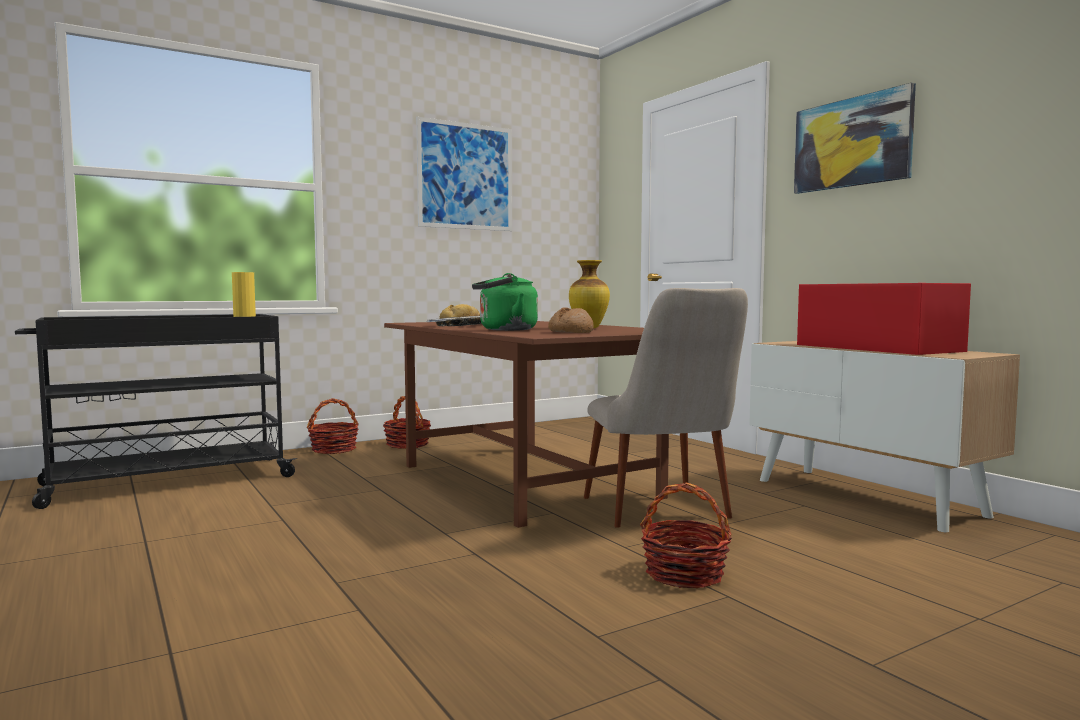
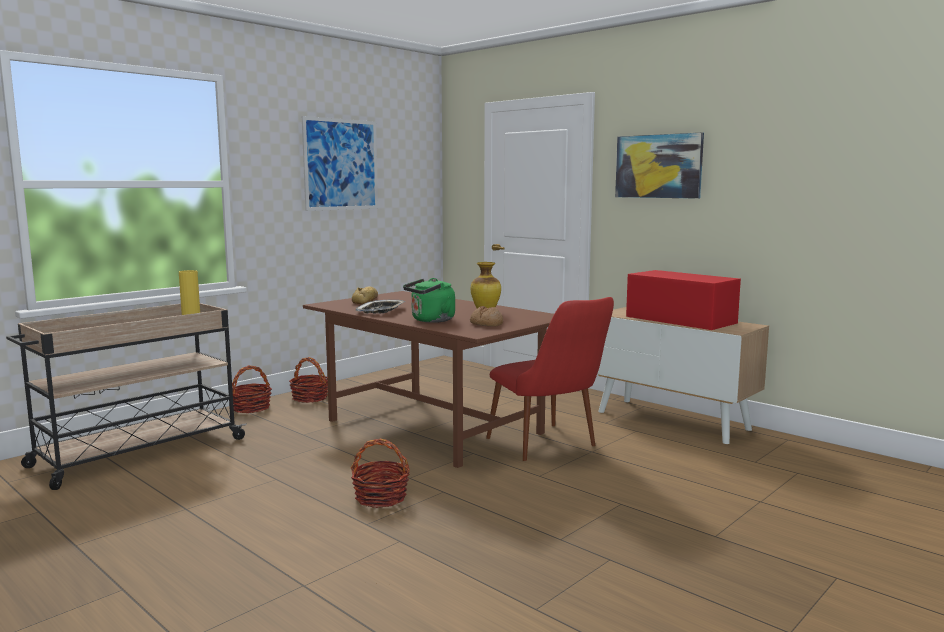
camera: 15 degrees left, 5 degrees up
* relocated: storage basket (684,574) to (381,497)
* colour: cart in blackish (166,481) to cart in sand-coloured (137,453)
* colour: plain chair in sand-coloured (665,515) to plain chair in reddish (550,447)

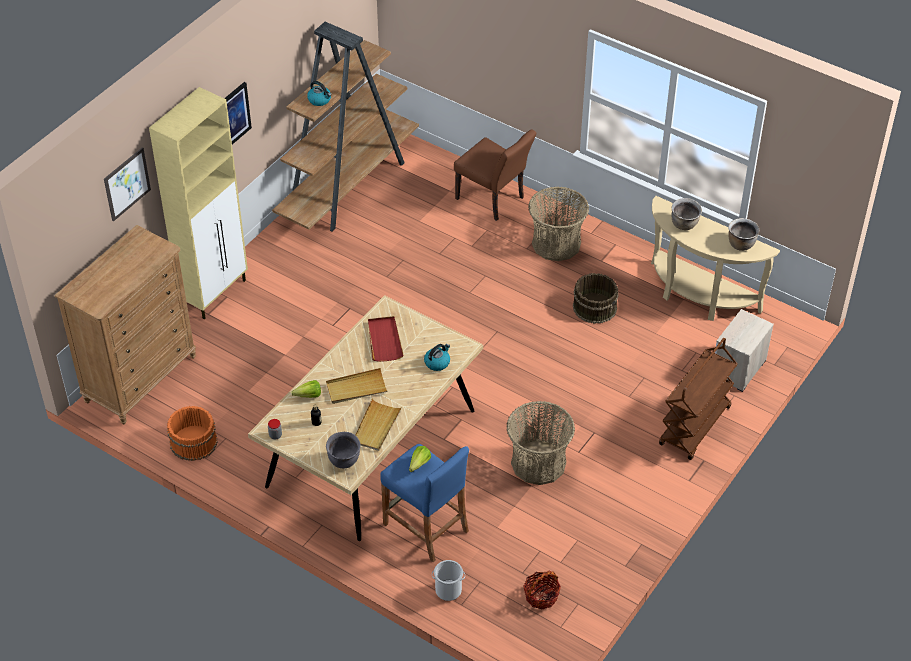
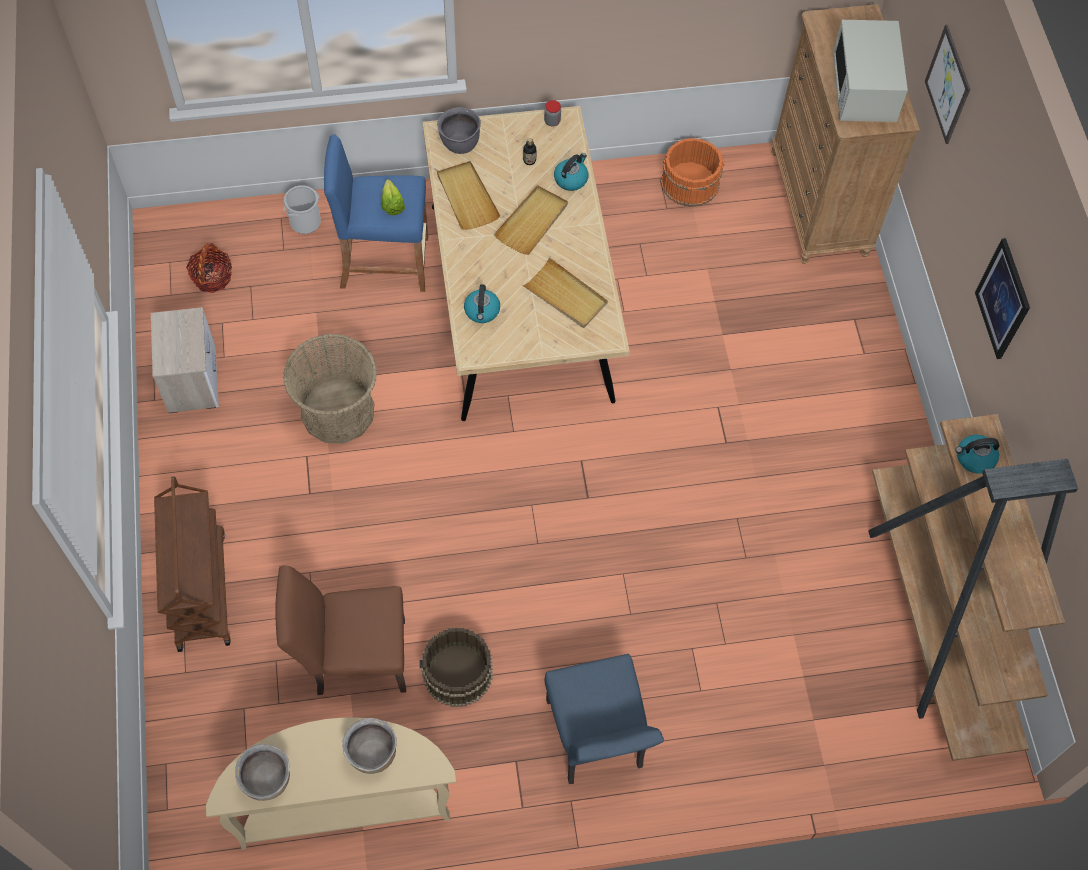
camera: 135 degrees right, 15 degrees up
* missing: cupboard in sand-coloured (215,293)
* appeared: kitchen microwave in white-coloured (863,90)
* relocated: plain chair in brown-coloured (494,200) to (352,657)
* relocated: night table (737,369) to (192,378)
* exchanged: head of lettuce (306,396) to tea kettle (571,179)
* exchanged: storage basket (556,243) to plain chair in bluish (596,742)
* colour: carrying tray in reddish (384,340) to carrying tray in sand-coloured (565,296)

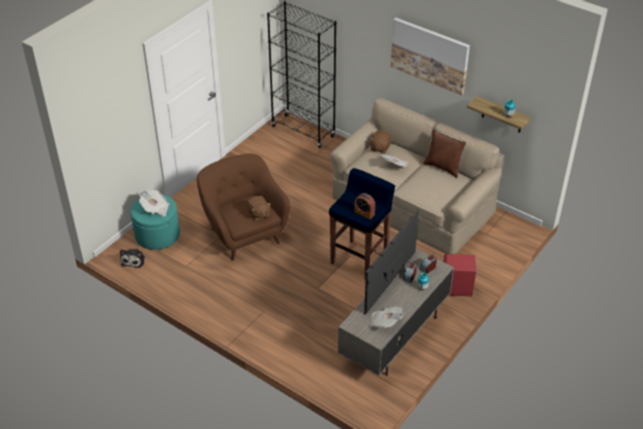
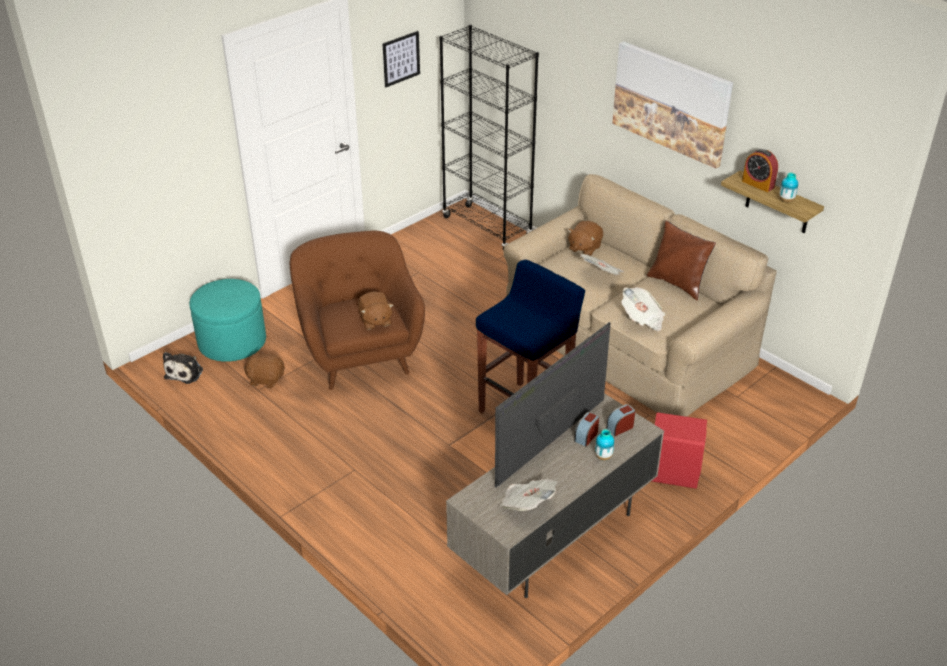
camera: 10 degrees right, 5 degrees down
* appeared: cuddly toy in brown-coloured (266,379)
* appeared: wall picture (401,58)
* relocated: printed paper (155,209) to (642,319)
* relocated: alarm clock (364,213) to (758,184)

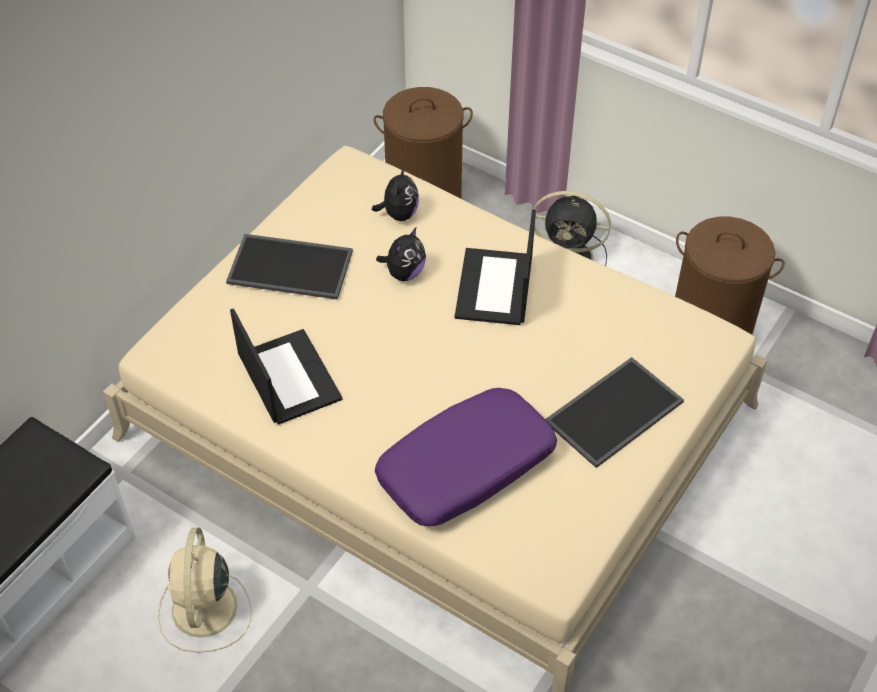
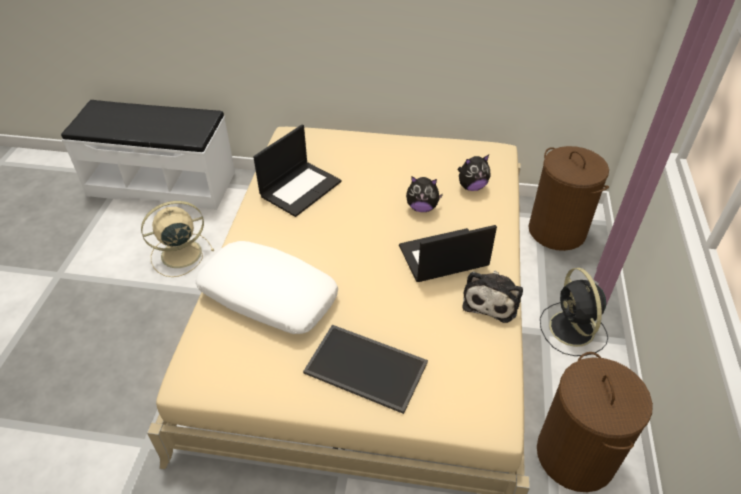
camera: 65 degrees right, 5 degrees down
* missing: carrying tray (292,266)
* appeared: cuddly toy (491,299)
* colour: throw pillow in purplish (466,468) to throw pillow in white-coloured (268,296)

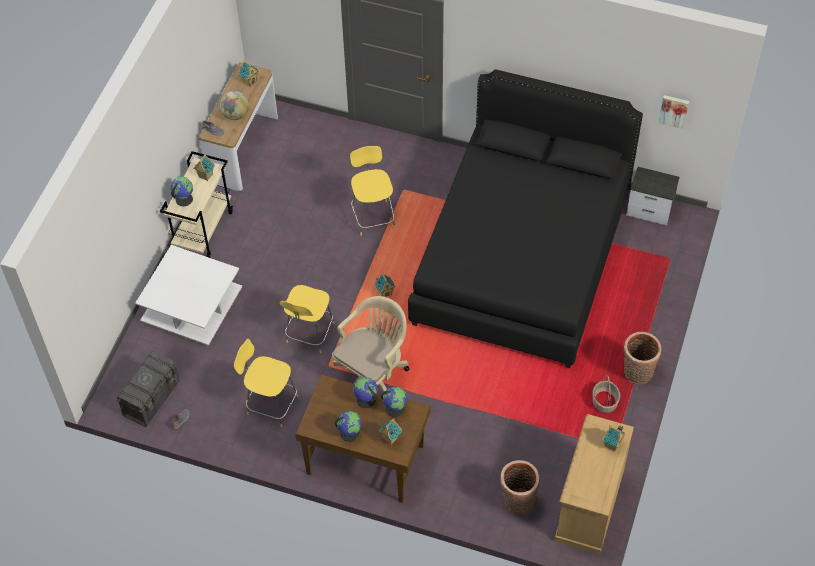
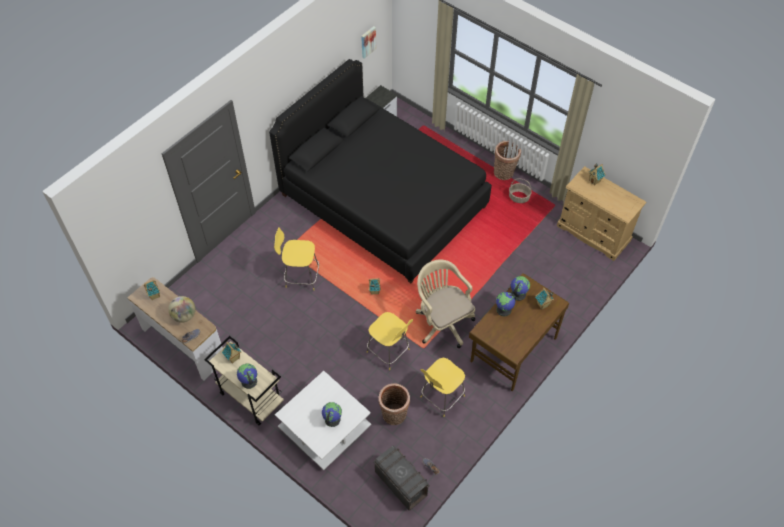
camera: 70 degrees left, 0 degrees up
* relocated: world globe (350,433) to (332,419)
* relocated: storage basket (517,502) to (394,416)

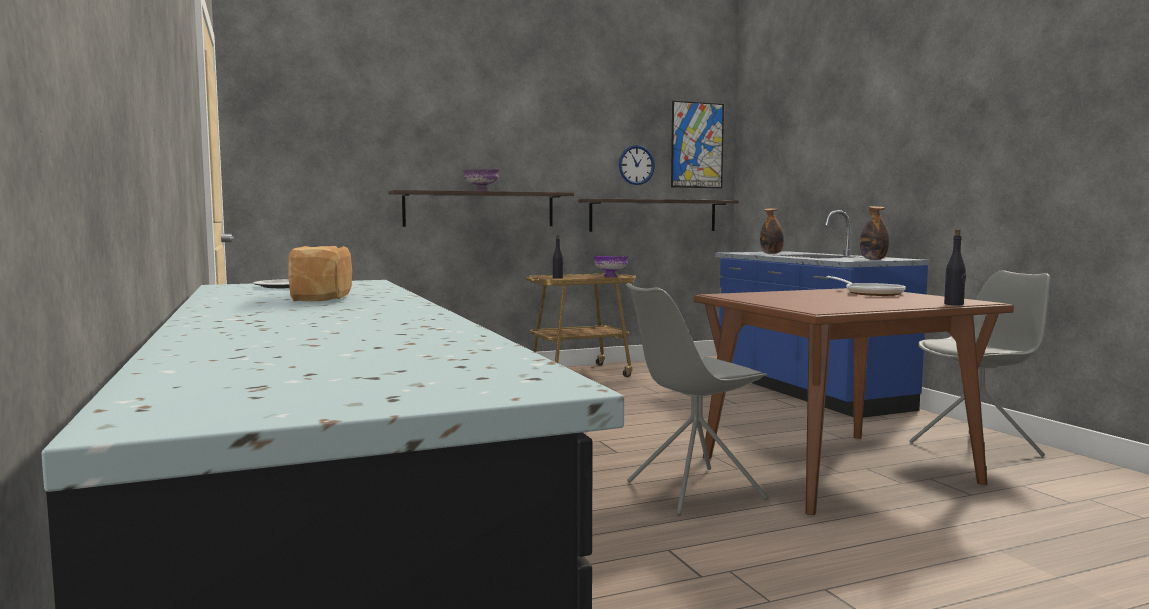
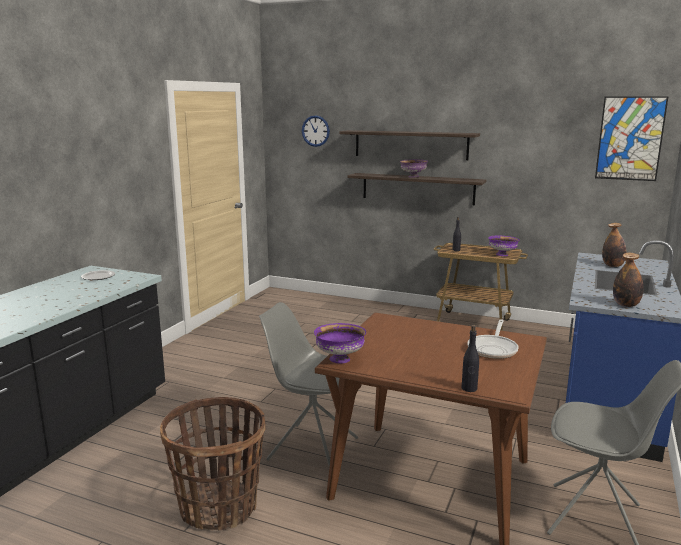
camera: 45 degrees right, 10 degrees up
* missing: baked bread (325,297)
* appeared: storage basket (219,507)
* appeared: bowl in purplish (339,359)
* relocated: shelf (653,215) to (410,144)
* relocated: clock on the wall (636,165) to (315,131)

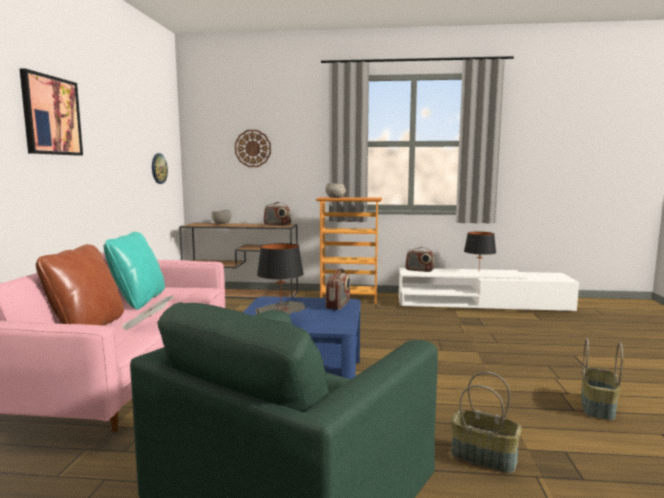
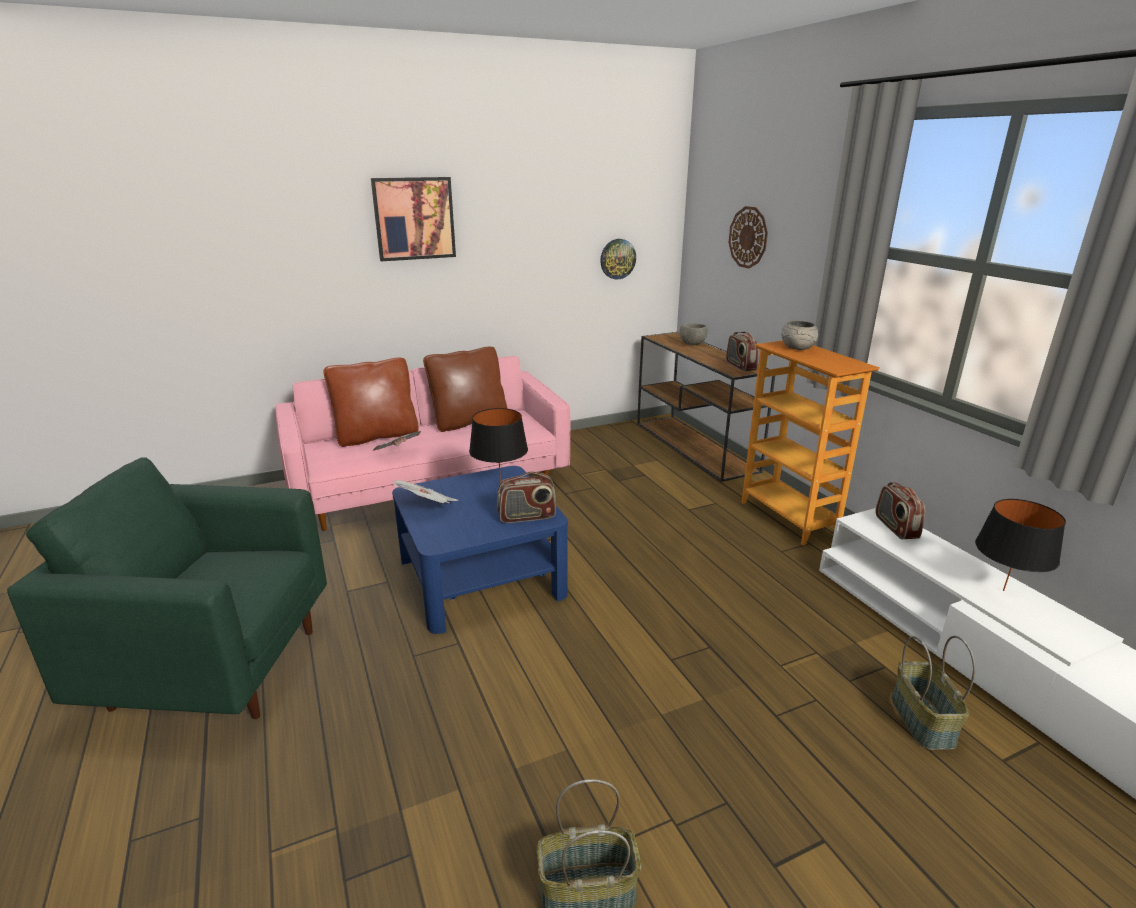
camera: 60 degrees right, 15 degrees up
* relocated: storage basket (484,457) to (923,721)
* colour: throw pillow in turquoise (138,301) to throw pillow in brown-coloured (469,421)

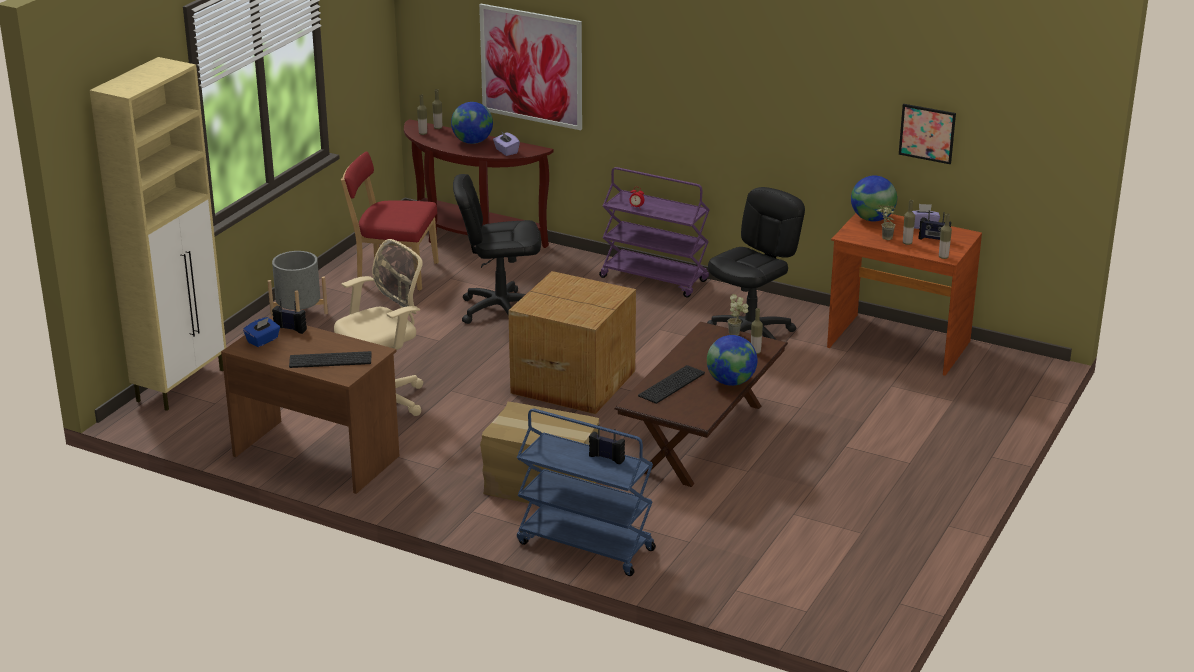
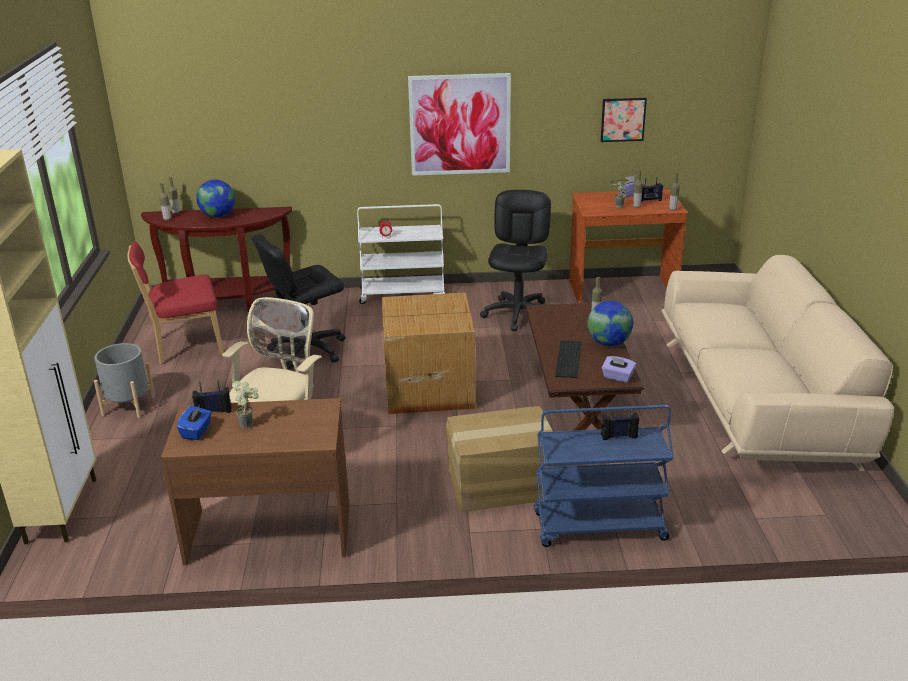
camera: 30 degrees left, 0 degrees up
* missing: computer keyboard (329,360)
* missing: world globe (872,219)
* appeared: settee in sand-coloured (757,400)
* relocated: wall picture (531,66) to (460,125)
* relocated: tissue box in purplish (506,151) to (617,377)
* relocated: potted plant (737,334) to (250,424)
* colour: cart in purplish (655,279) to cart in white-coloured (403,294)

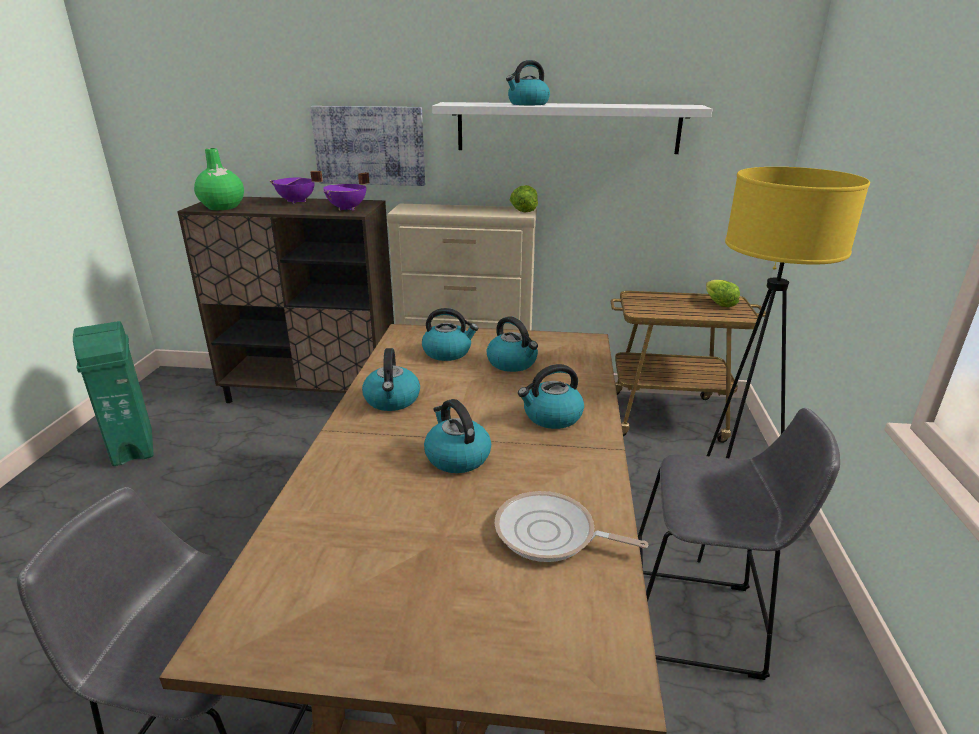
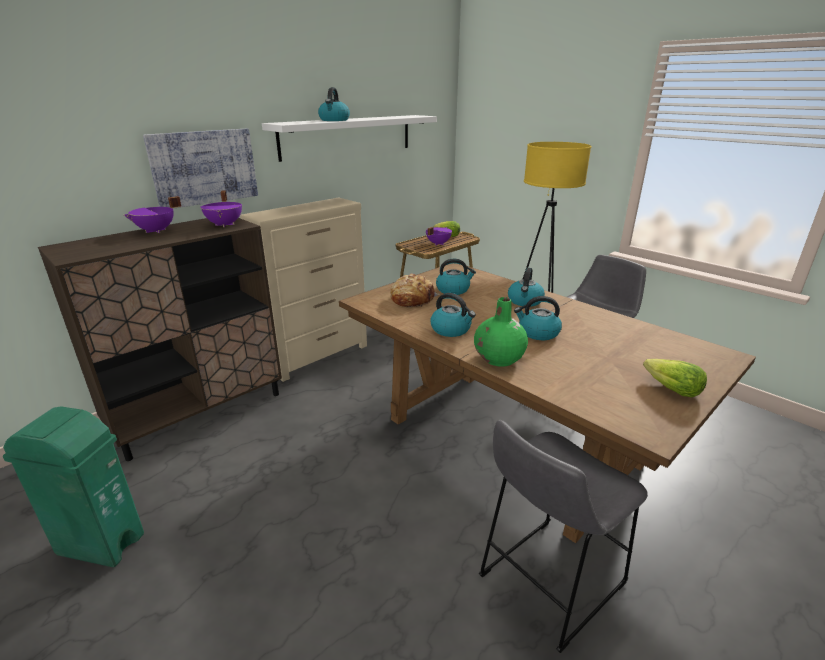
camera: 50 degrees left, 0 degrees up
* missing: frying pan (550,534)
* appeared: saucepot in purplish (437,243)
* relocated: flower vase in green-coloured (222,207) to (499,359)
* relocated: head of lettuce (524,210) to (671,389)
* exchanged: tea kettle (448,352) to baked bread (412,299)

